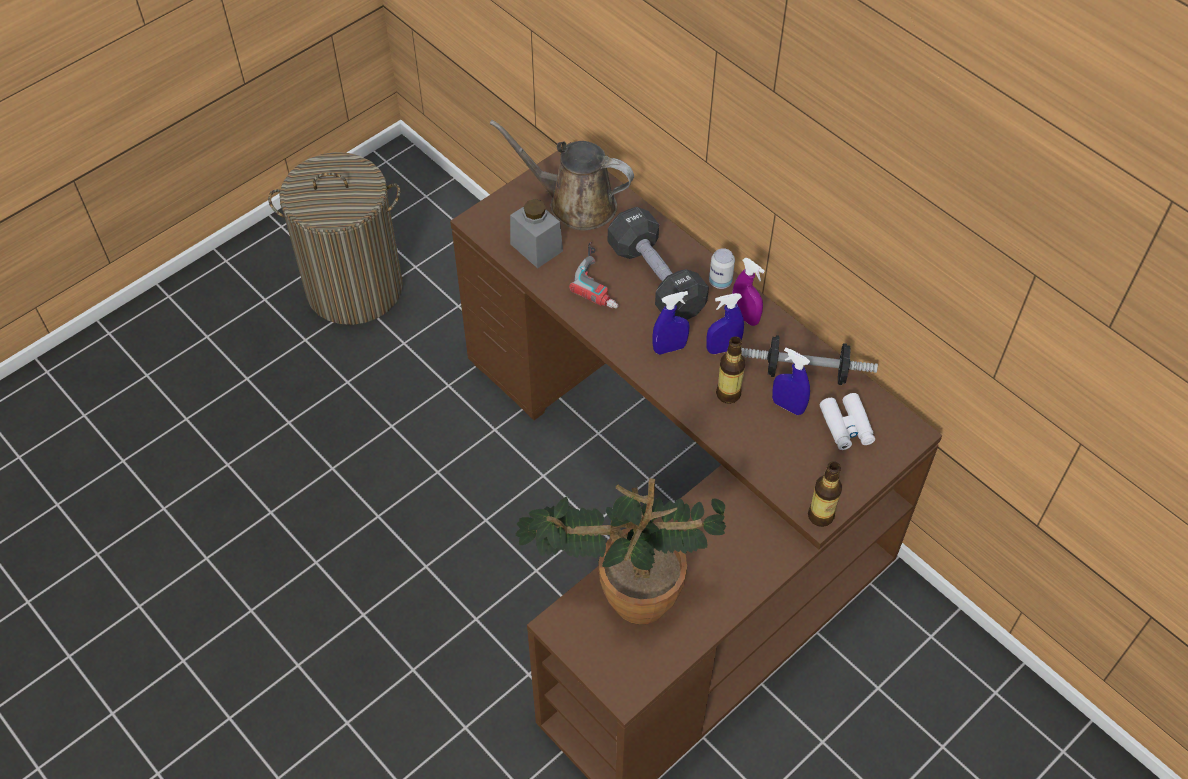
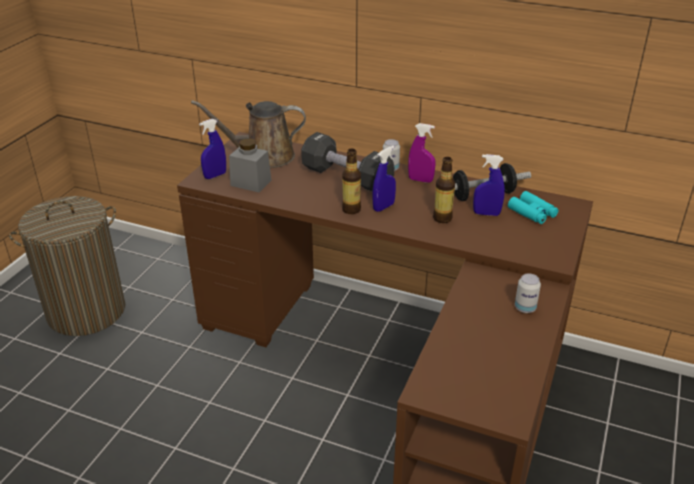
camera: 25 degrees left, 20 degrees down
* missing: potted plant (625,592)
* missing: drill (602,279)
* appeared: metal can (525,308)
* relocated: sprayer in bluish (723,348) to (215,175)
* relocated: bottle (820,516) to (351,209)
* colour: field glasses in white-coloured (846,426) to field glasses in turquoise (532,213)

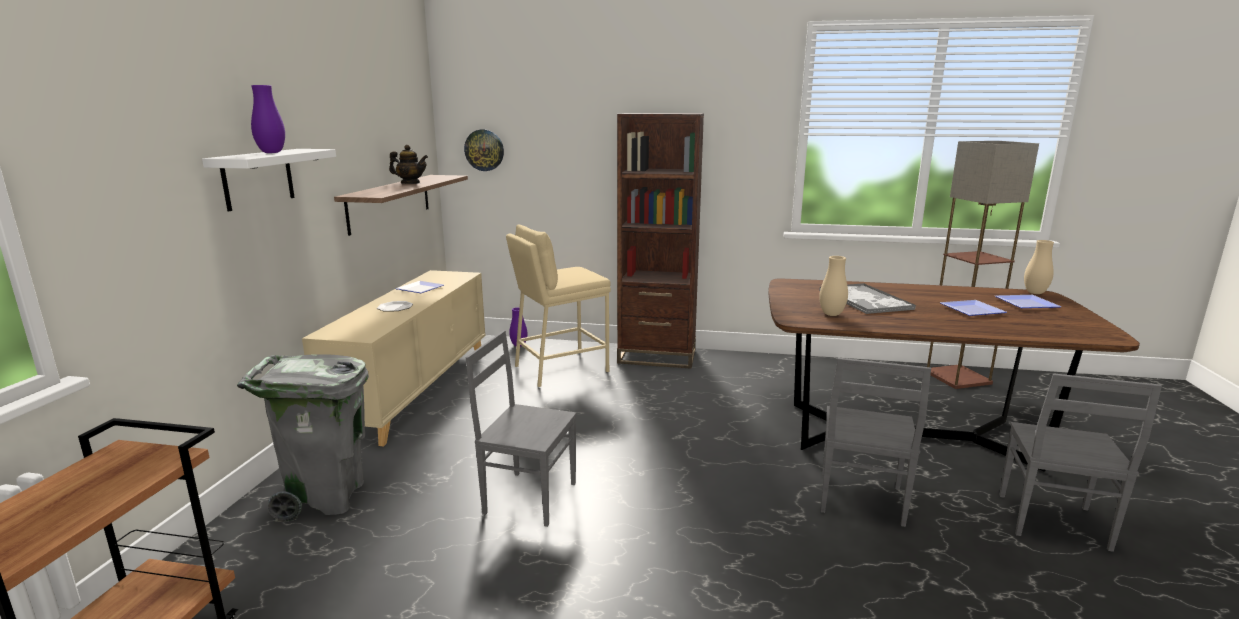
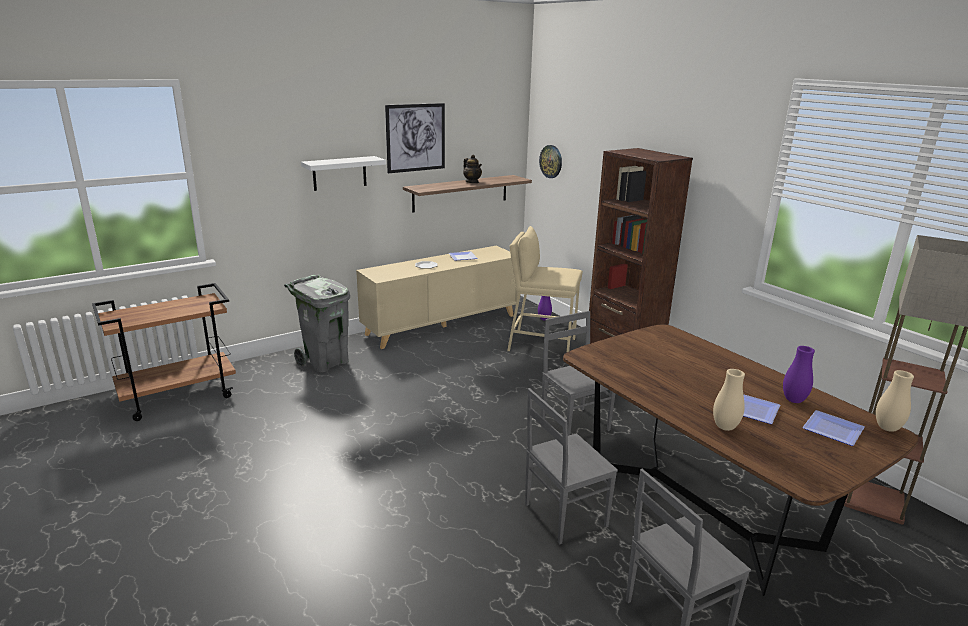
camera: 45 degrees right, 5 degrees up
* missing: carrying tray (865,300)
* appeared: wall picture (415,137)
* relocated: flower vase in purplish (271,152) to (793,400)
* relocated: plain chair in greyish (529,497) to (575,424)
* relocated: flower vase in sand-coloured (831,314) to (725,427)

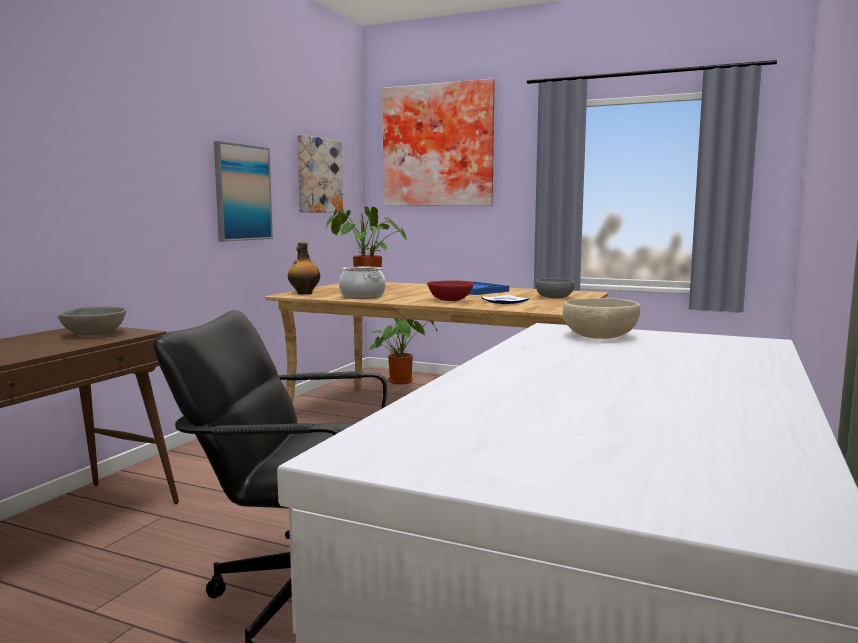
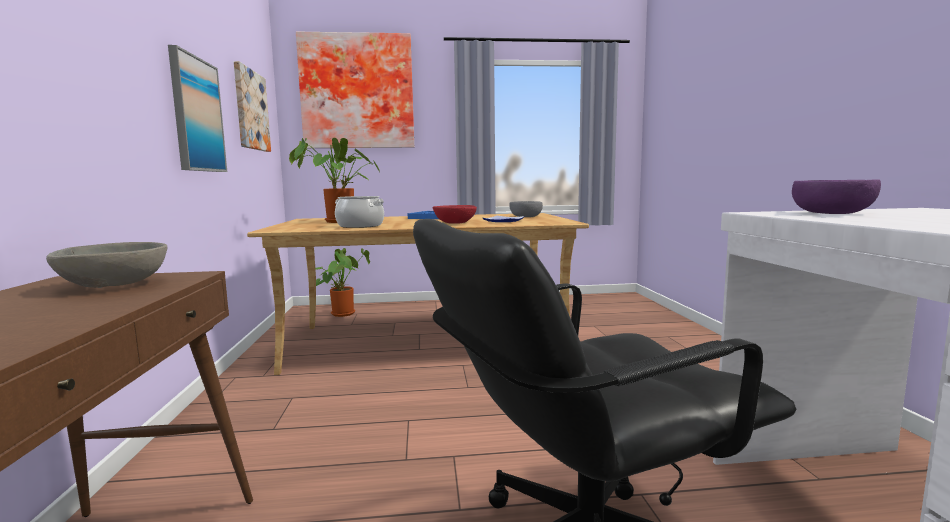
camera: 30 degrees left, 0 degrees up
* missing: bottle (304,293)
* colour: bowl in sand-coloured (600,336) to bowl in purplish (831,213)

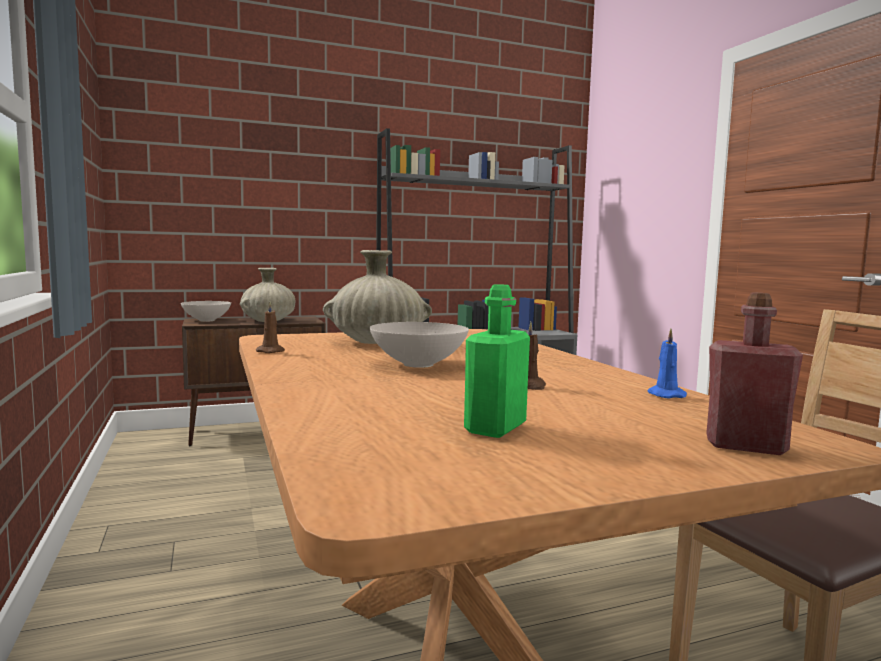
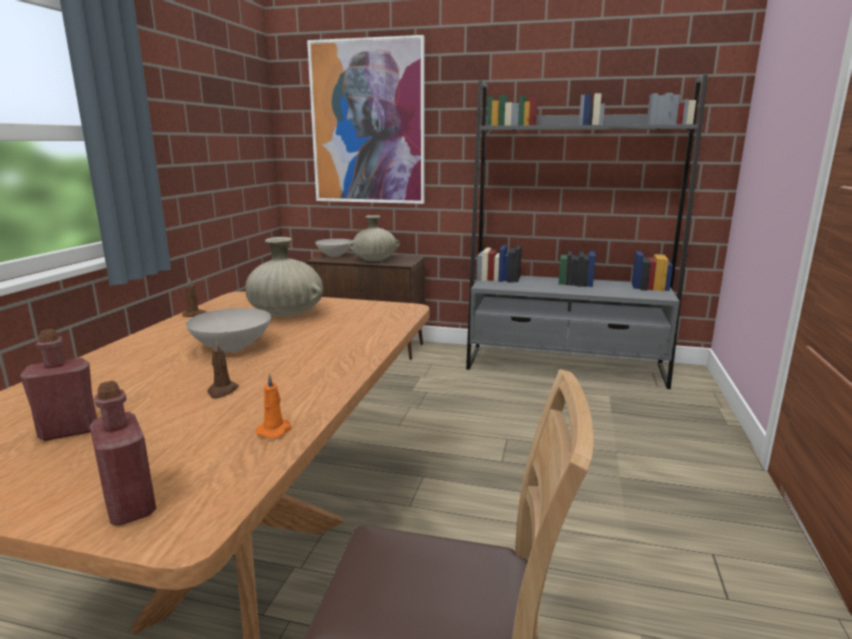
camera: 35 degrees right, 10 degrees up
* appeared: wall picture (368,123)
* colour: bottle in green-coloured (495,428) to bottle in reddish (68,431)
* colour: wax light in bluish (665,395) to wax light in orange (275,430)

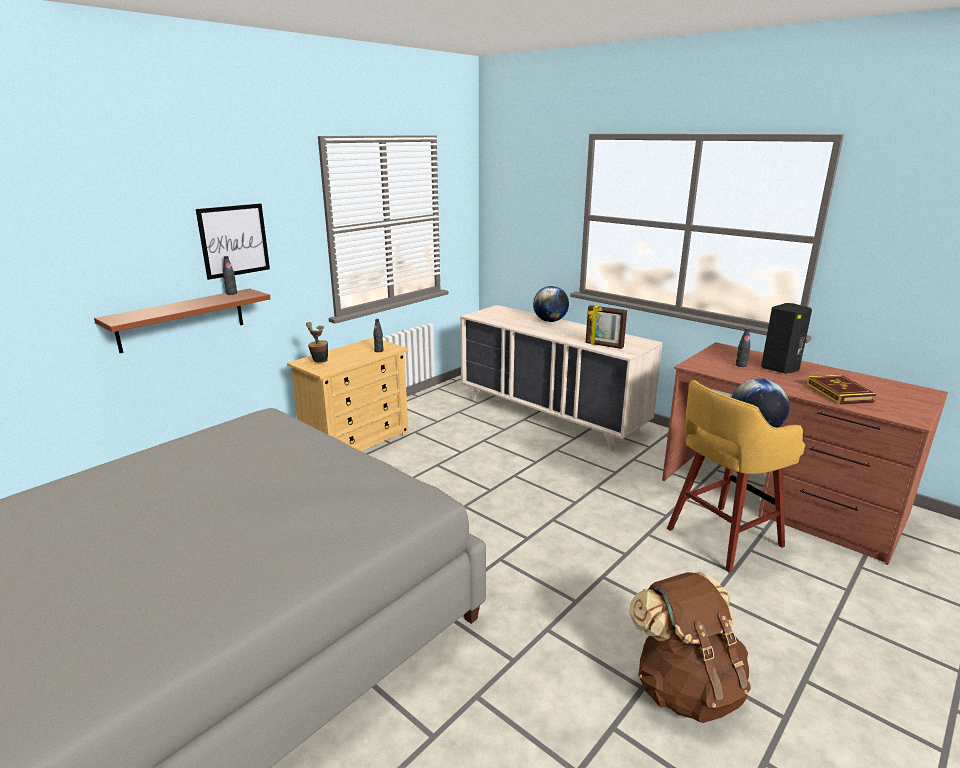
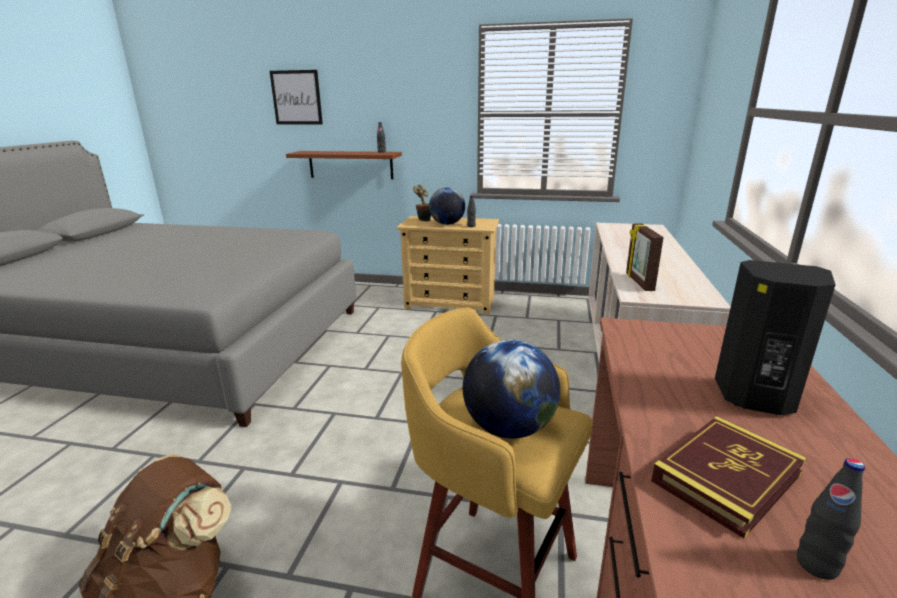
camera: 60 degrees right, 0 degrees up
* relocated: wall picture (234,240) to (296,97)
* relocated: world globe (550,321) to (447,224)
* relocated: bottle in blackish (741,365) to (816,565)

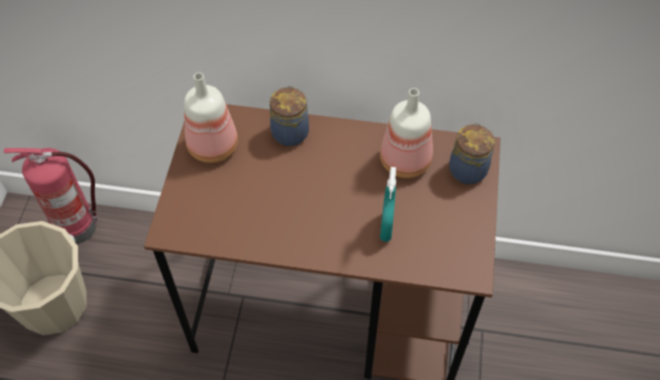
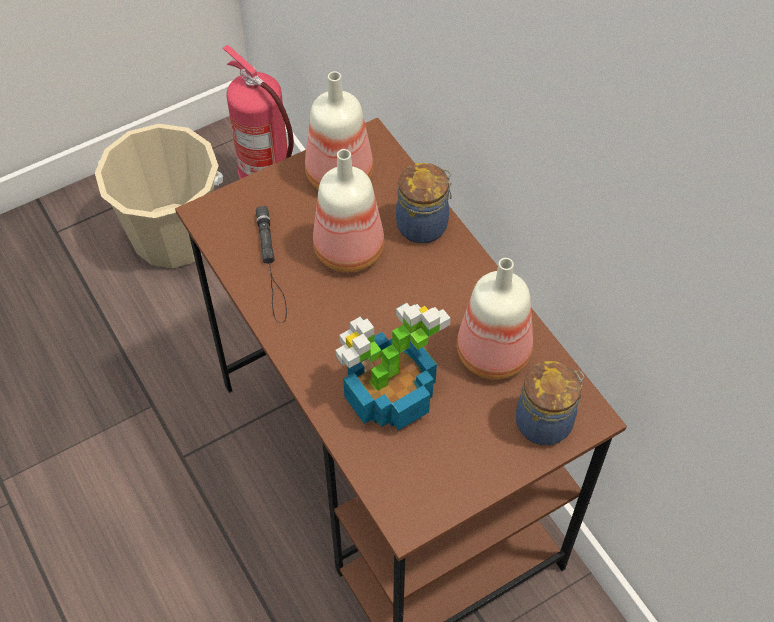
camera: 50 degrees right, 0 degrees up
* appeared: torch in blackish (271,266)
* appeared: bottle (351,250)
* exchanged: sprayer in turquoise (386,227) to potted plant (388,395)

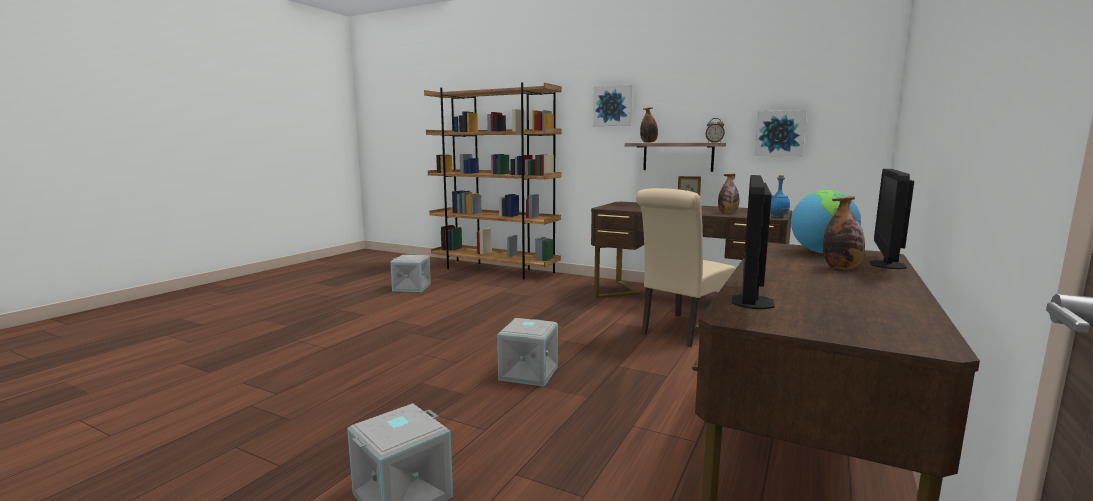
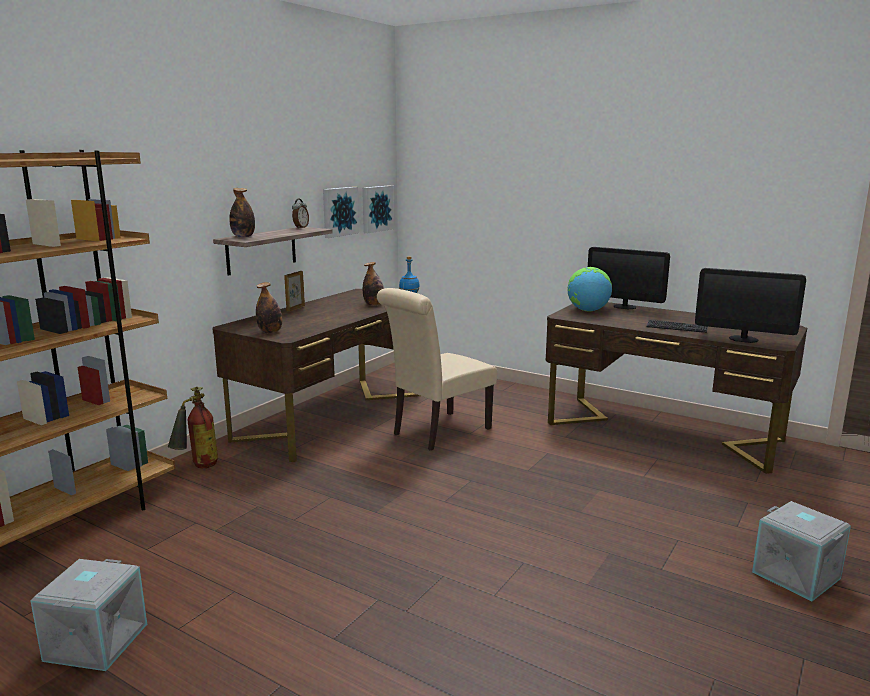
camera: 85 degrees left, 5 degrees up
* missing: storage box in greyish (527,373)
* appeared: fire extinguisher (197,468)
* appeared: computer keyboard (676,328)
* relocated: wall picture (613,106) to (376,208)
* relocated: bottle (841,268) to (270,332)
* spun: plain chair in sand-coloured (681,331) = (437,432) 90 degrees clockwise

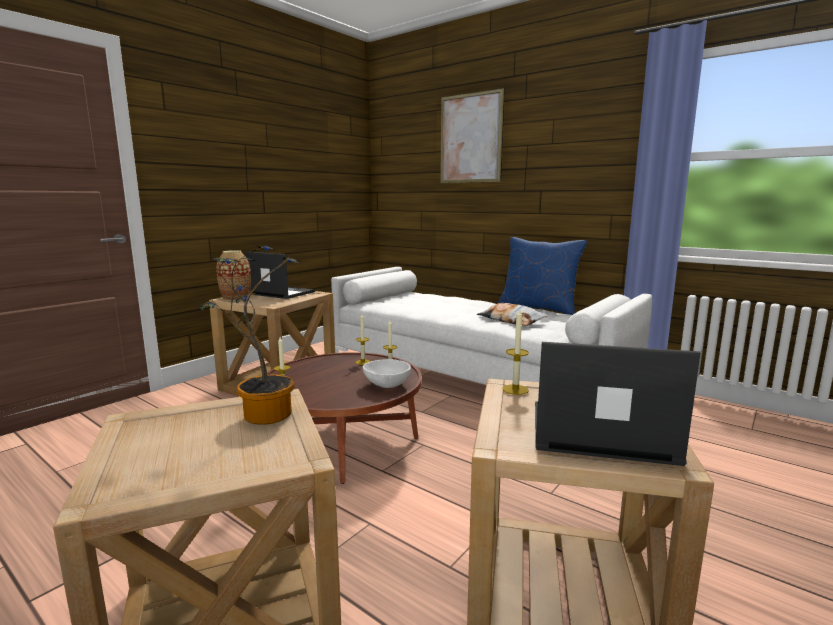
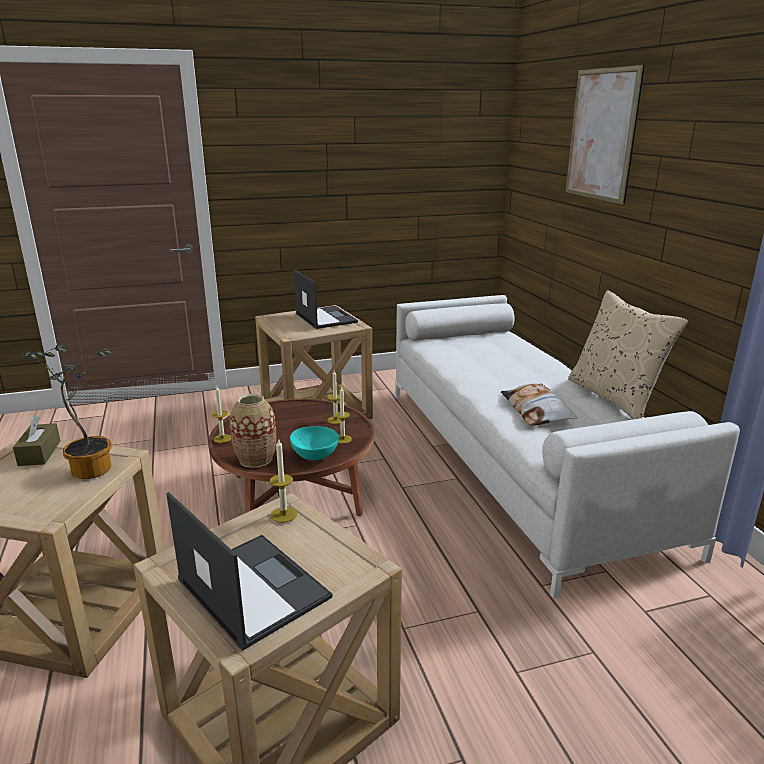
camera: 35 degrees right, 10 degrees up
* appeared: tissue box in brown-coloured (39,453)
* relocated: flower vase (236,298) to (255,459)
* colour: bowl in white-coloured (387,385) to bowl in turquoise (315,456)
* colour: throw pillow in bluish (538,307) to throw pillow in sand-coloured (615,397)

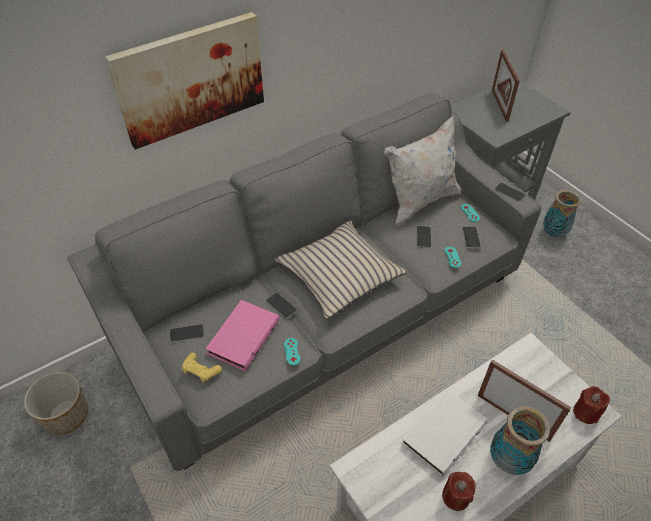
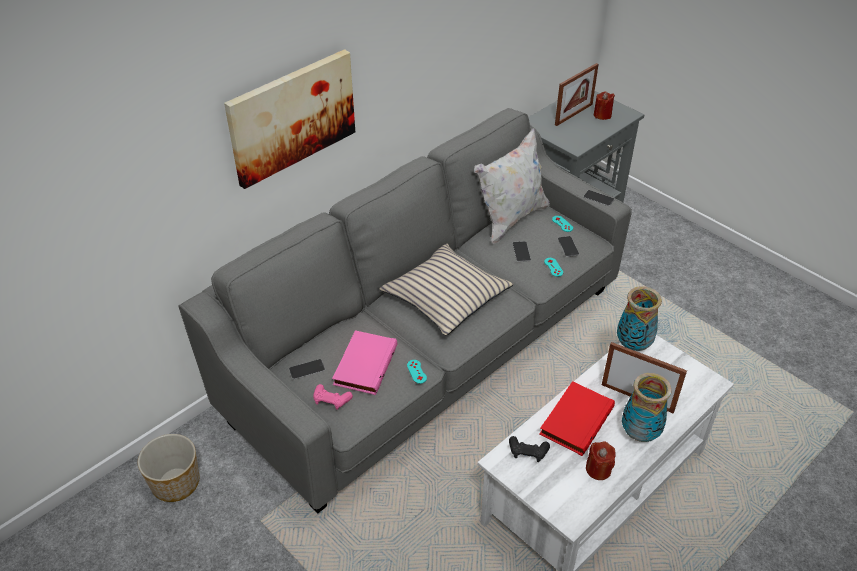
camera: 10 degrees left, 5 degrees down
* missing: handset (281,305)
* appeared: game controller in blackish (528,452)
* relocated: flower vase (554,233) to (633,345)
* relocated: wax light in reddish (586,412) to (602,115)
* colour: game controller in yellow (201,371) to game controller in pinkish (331,400)
* colour: bound book in white-coloured (442,432) to bound book in reddish (575,420)
* spun: photo frame (499,105) = (573,114) 120 degrees counterclockwise

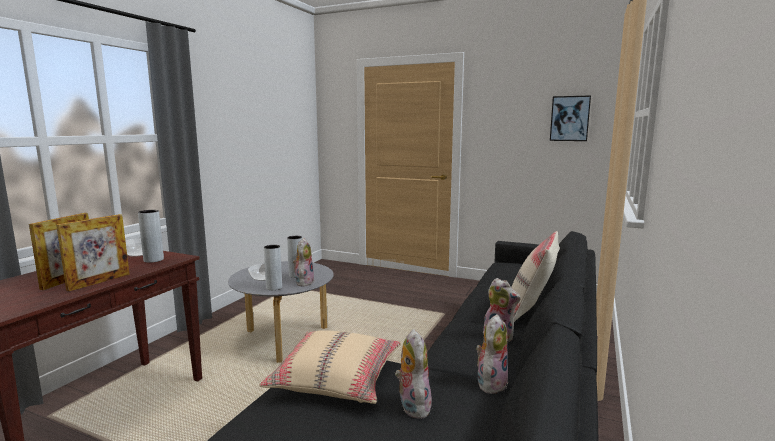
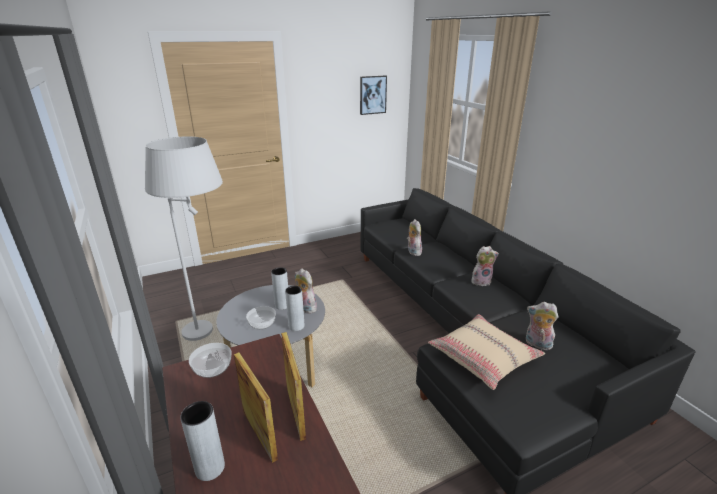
camera: 50 degrees left, 15 degrees up
* missing: throw pillow in sand-coloured (531,310)
* appeared: standing lamp in white-coloured (213,333)
* relocated: flower vase in greyish (153,260) to (210,468)
* relocated: cuddly toy (490,382) to (413,252)

